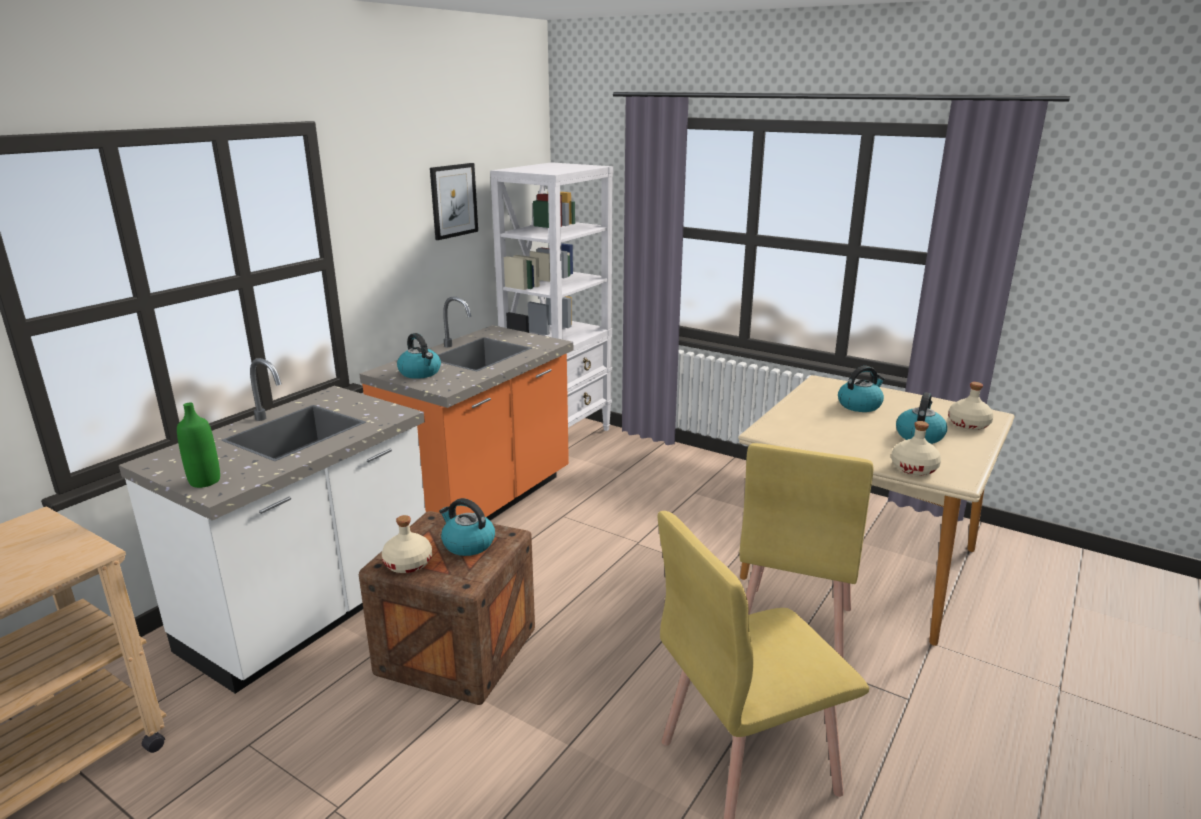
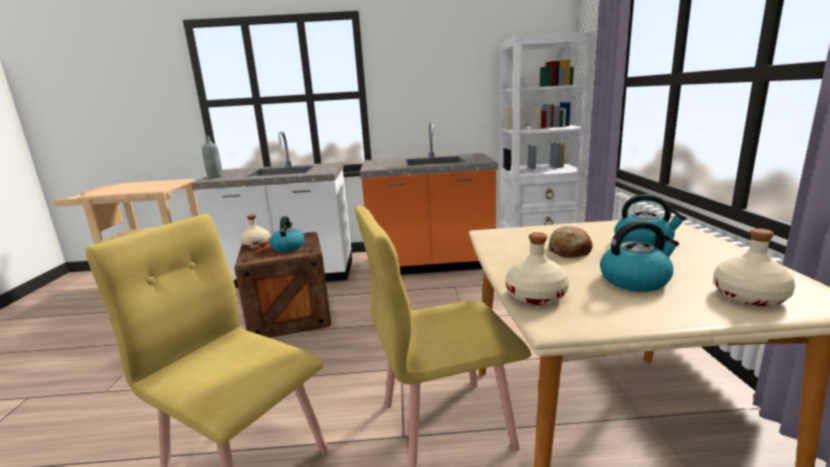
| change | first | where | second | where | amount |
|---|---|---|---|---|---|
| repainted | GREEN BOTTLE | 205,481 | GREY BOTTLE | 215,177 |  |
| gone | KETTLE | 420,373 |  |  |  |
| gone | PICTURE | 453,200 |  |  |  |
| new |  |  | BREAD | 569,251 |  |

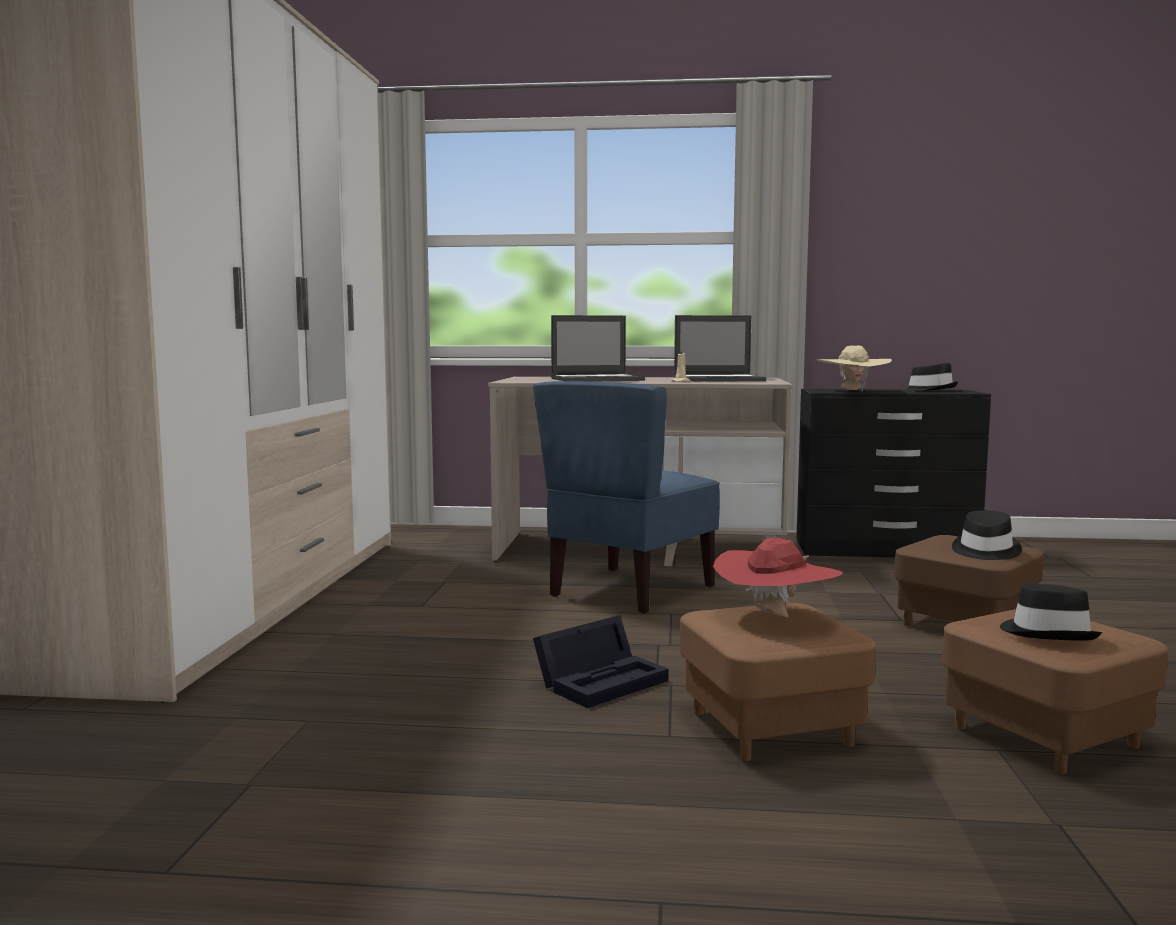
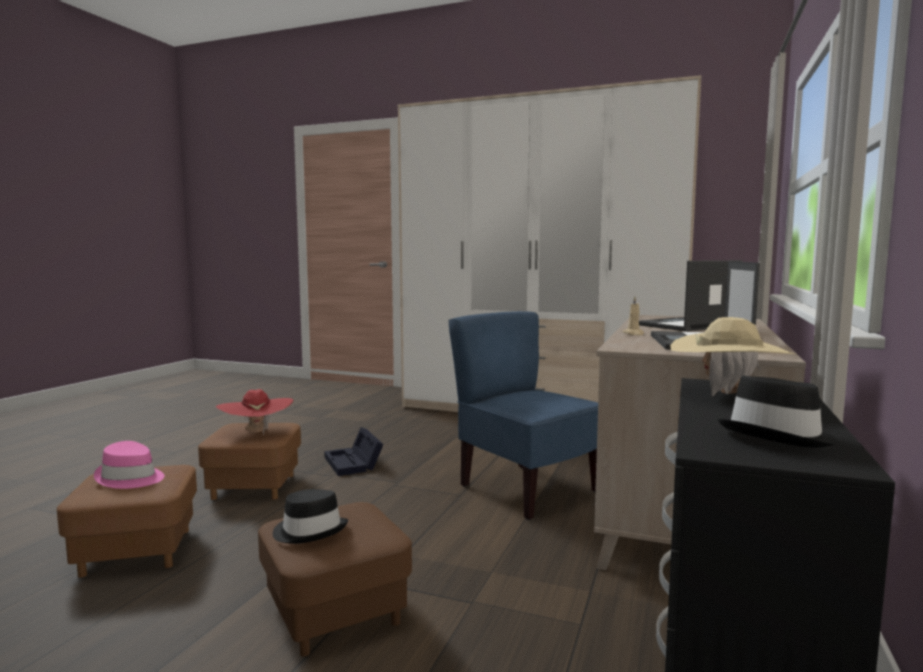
| change | first | where | second | where | amount |
|---|---|---|---|---|---|
| rotated | LAPTOP | 598,379 |  | 685,325 | 60 degrees clockwise |
| repainted | BLACK HAT | 1048,633 | PINK HAT | 130,478 |  |

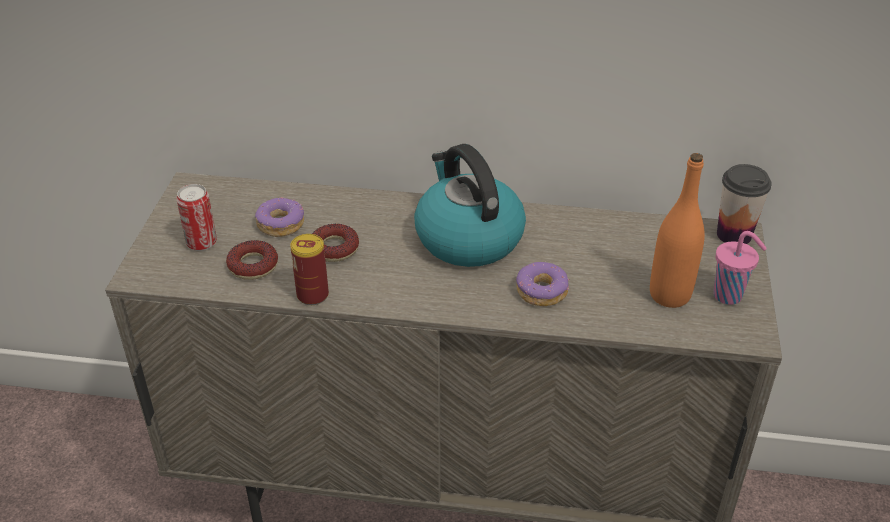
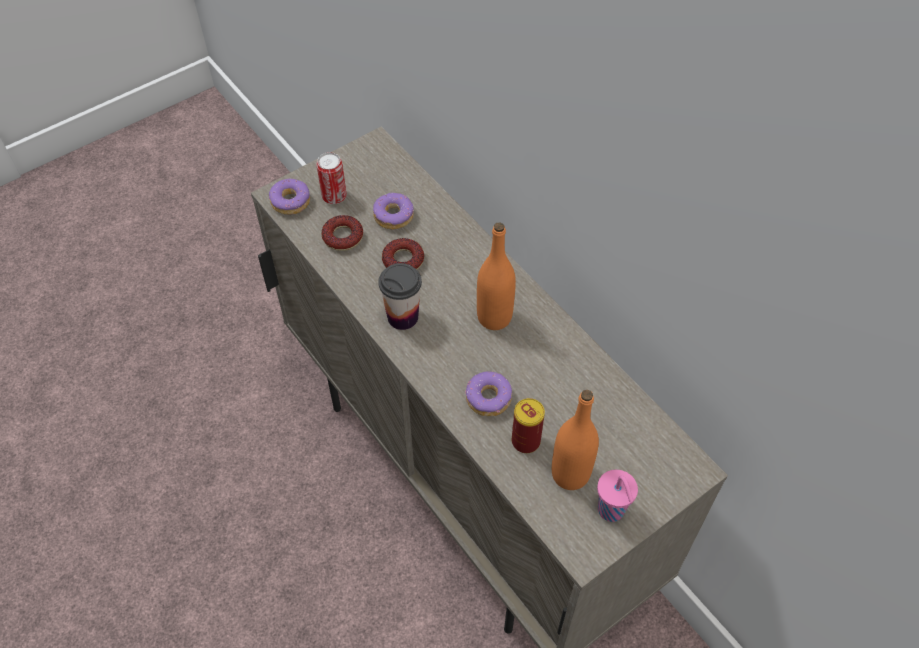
| change | first | where | second | where | amount |
|---|---|---|---|---|---|
| shifted | CAN | 312,295 |  | 525,441 |  |
| swapped | KETTLE | 467,238 | ORANGE BOTTLE | 494,317 |  |
| shifted | CUP | 734,235 |  | 402,317 |  |
| new |  |  | DONUT | 291,201 |  |

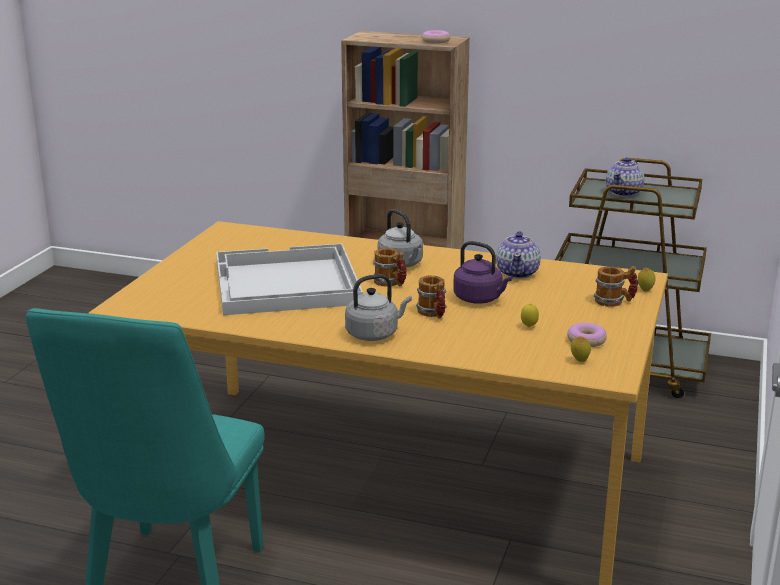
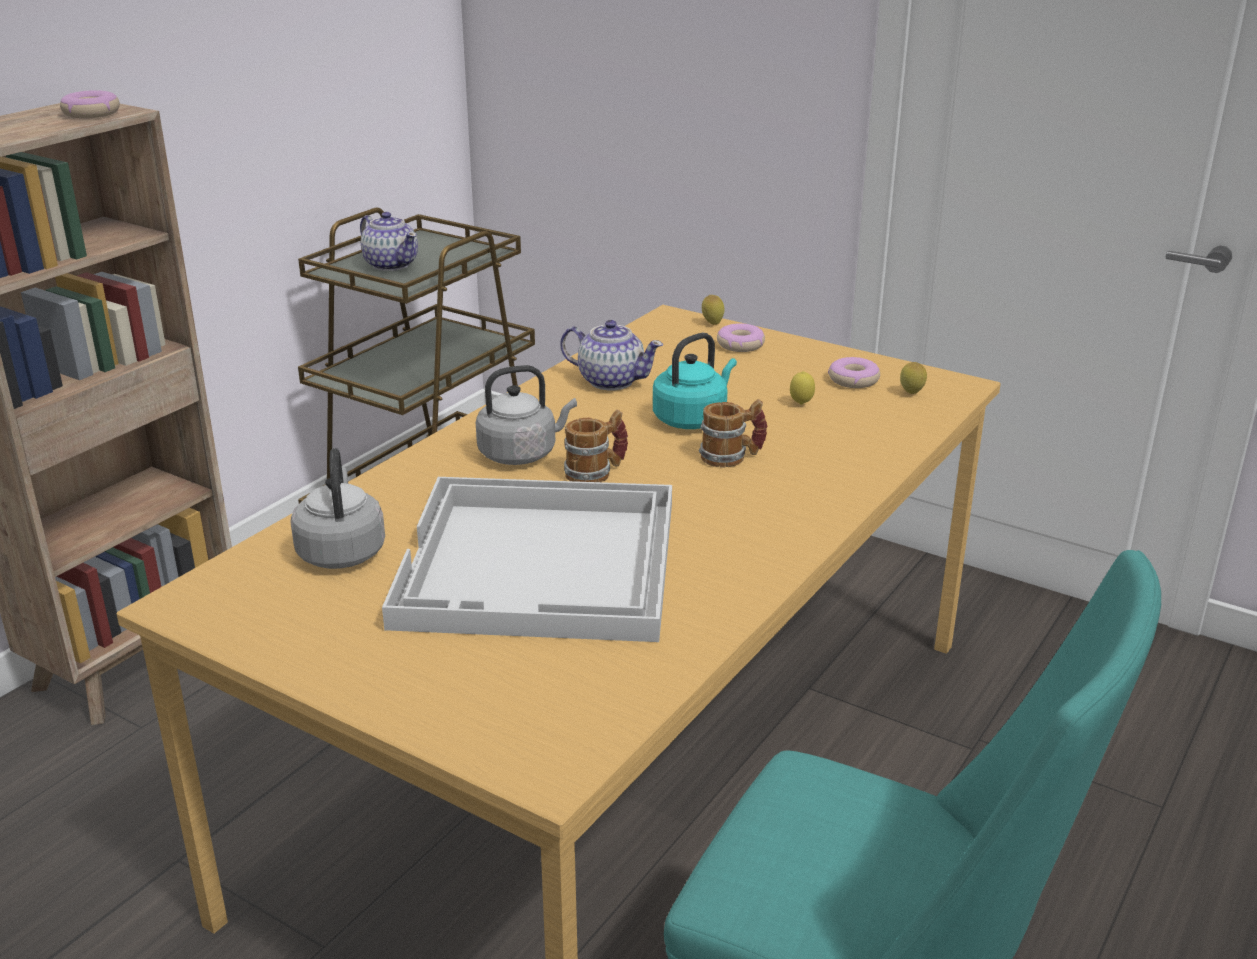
| change | first | where | second | where | amount |
|---|---|---|---|---|---|
| shifted | GREY KETTLE | 374,334 |  | 341,551 |  |
| repainted | PURPLE KETTLE | 480,299 | TURQUOISE KETTLE | 692,419 |  |
| swapped | MUG | 614,301 | DONUT | 740,345 |  |

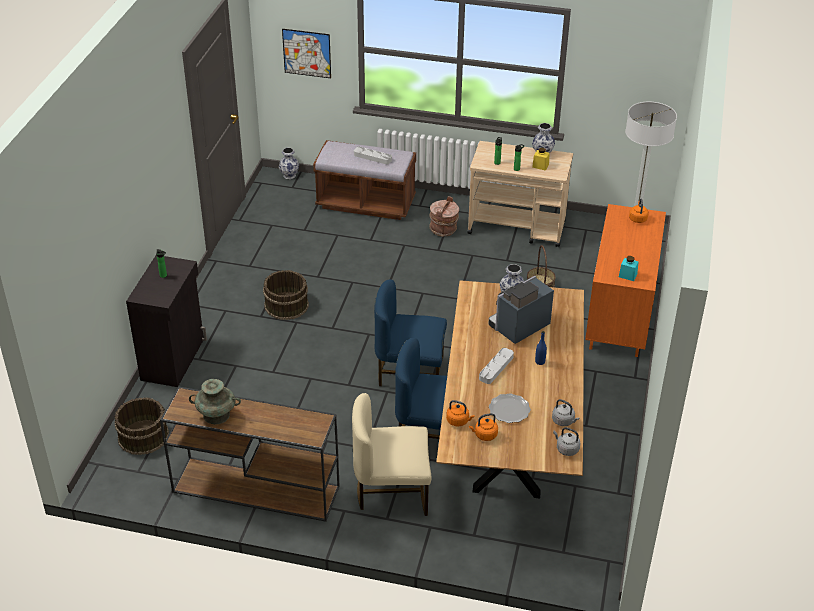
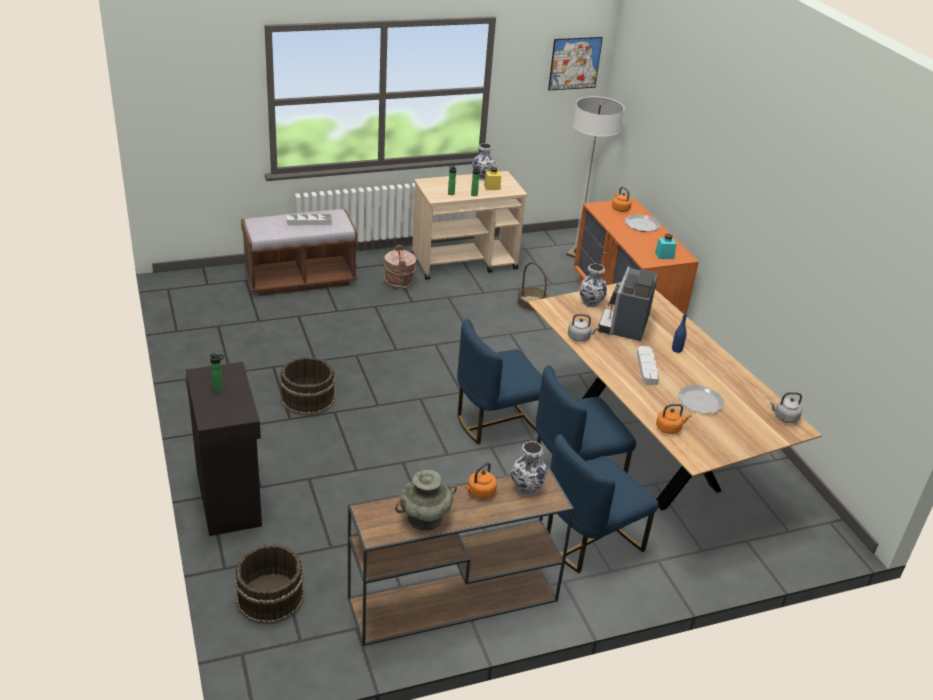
| change | first | where | second | where | amount |
|---|---|---|---|---|---|
| shifted | VASE | 290,175 |  | 527,487 |  |
| shifted | PICTURE | 307,53 |  | 574,63 |  |
| repainted | BEIGE CHAIR | 392,491 | BLUE CHAIR | 590,541 |  |
| shifted | ORANGE KETTLE | 484,435 |  | 480,493 |  |
| shifted | GREY KETTLE | 564,421 |  | 580,337 |  |
| new |  |  | PLATE | 641,225 |  |

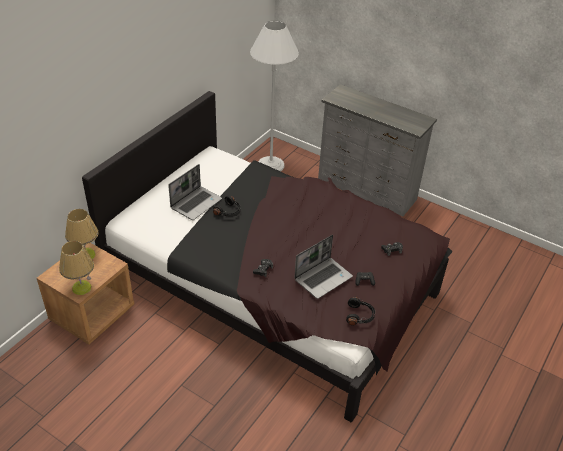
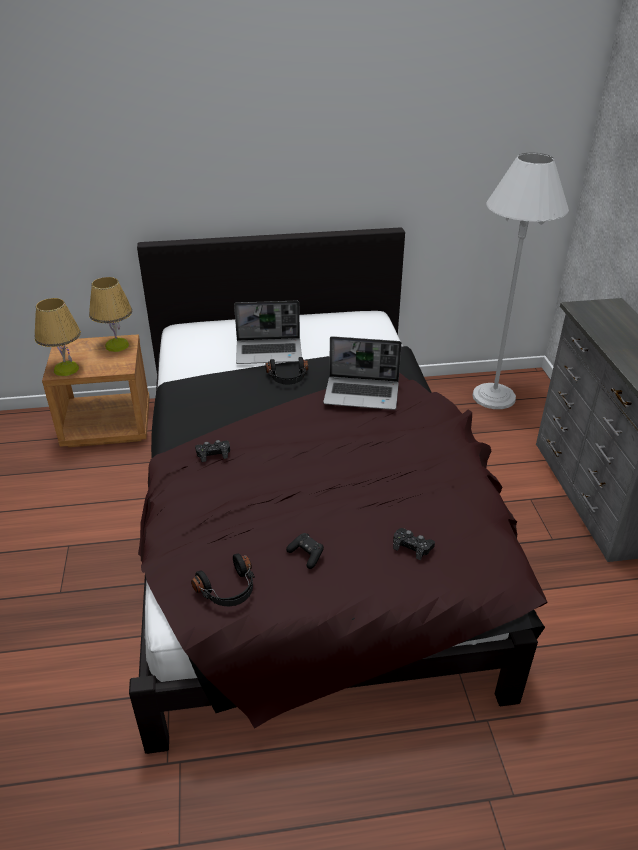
| change | first | where | second | where | amount |
|---|---|---|---|---|---|
| shifted | LAPTOP | 323,278 |  | 362,394 |  |

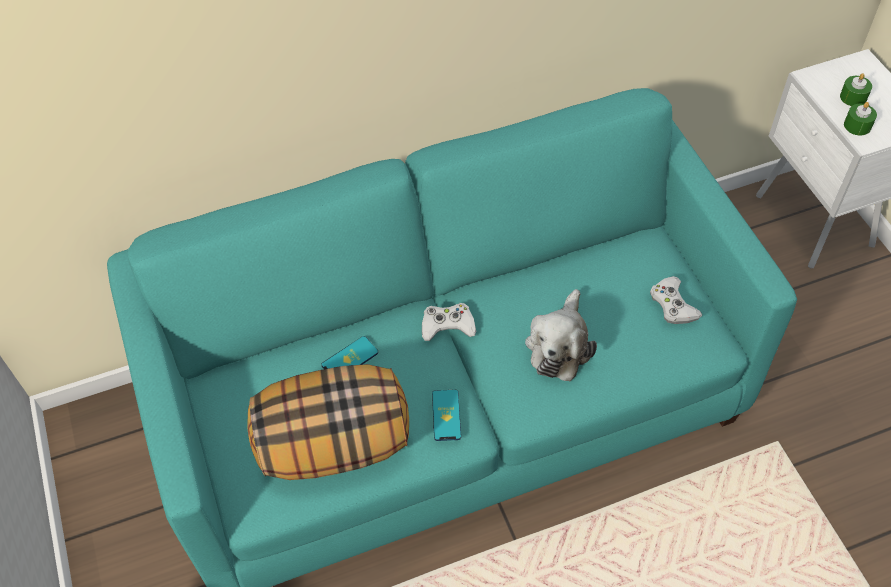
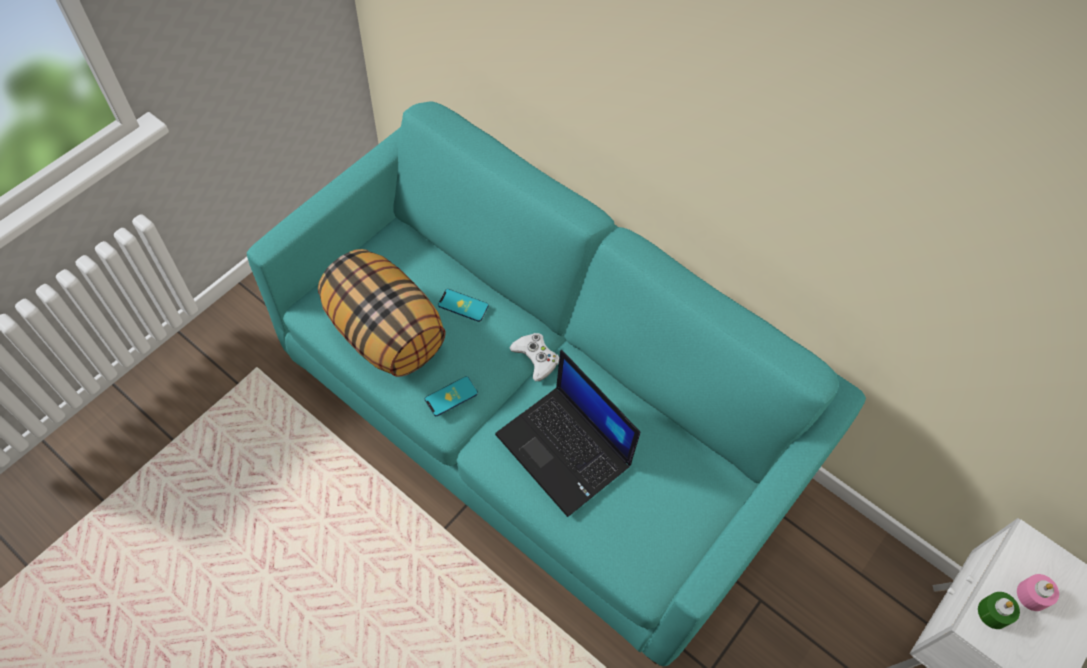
| change | first | where | second | where | amount |
|---|---|---|---|---|---|
| swapped | PLUSH TOY | 559,345 | LAPTOP | 565,450 |  |
| gone | WHITE GAME CONTROLLER | 673,305 |  |  |  |
| repainted | GREEN CANDLE | 853,97 | PINK CANDLE | 1032,595 |  |

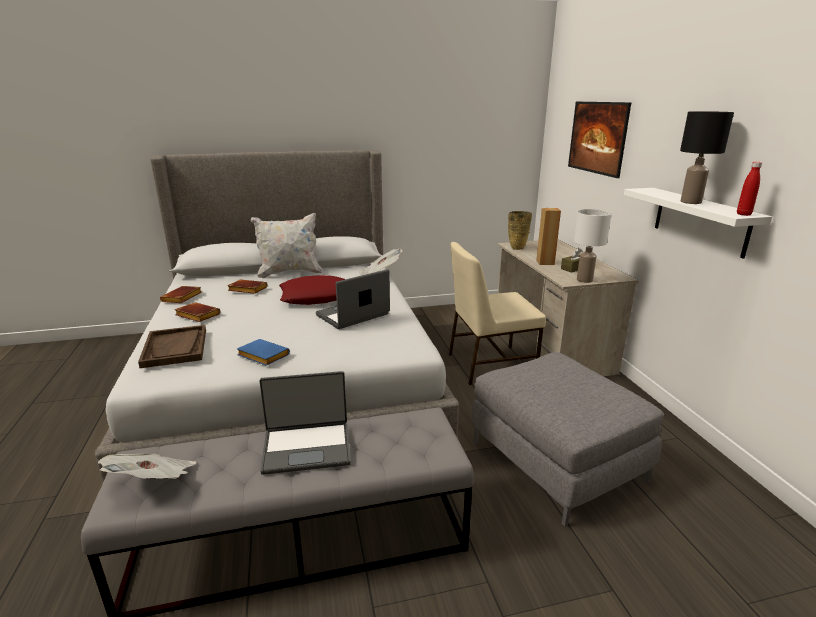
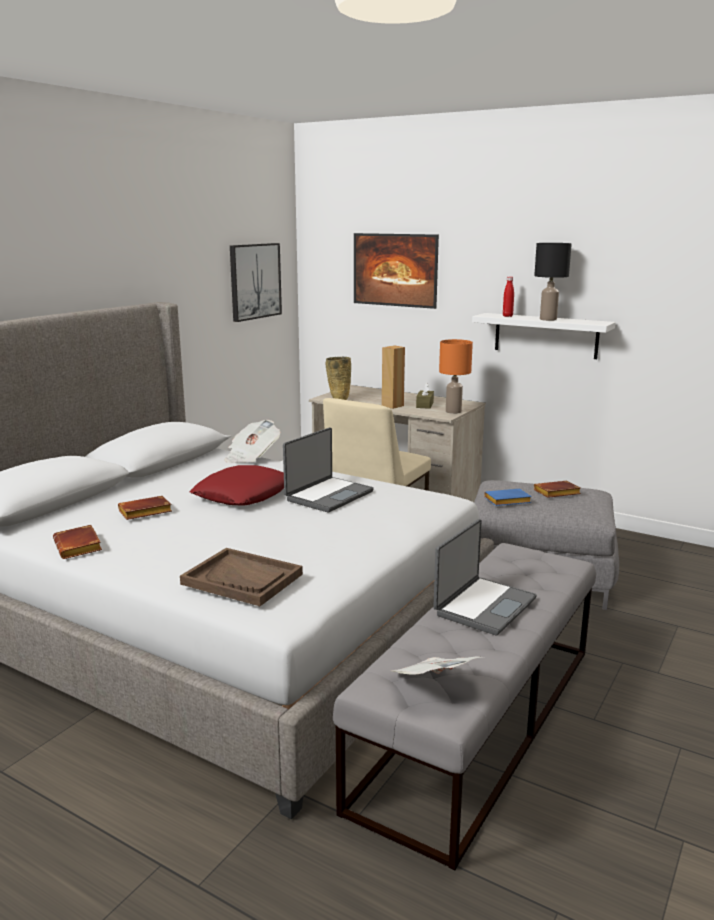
| change | first | where | second | where | amount |
|---|---|---|---|---|---|
| shifted | BROWN BOOK | 196,316 |  | 556,493 |  |
| shifted | BLUE BOOK | 261,356 |  | 506,502 |  |
| gone | WHITE PILLOW | 289,273 |  |  |  |
| rotated | LAPTOP | 353,315 |  | 328,495 | 150 degrees counterclockwise |
| repainted | WHITE TABLE LAMP | 584,280 | ORANGE TABLE LAMP | 453,412 |  |
| shifted | RED BOTTLE | 743,214 |  | 507,316 |  |
| new |  |  | PICTURE | 254,281 |  |

